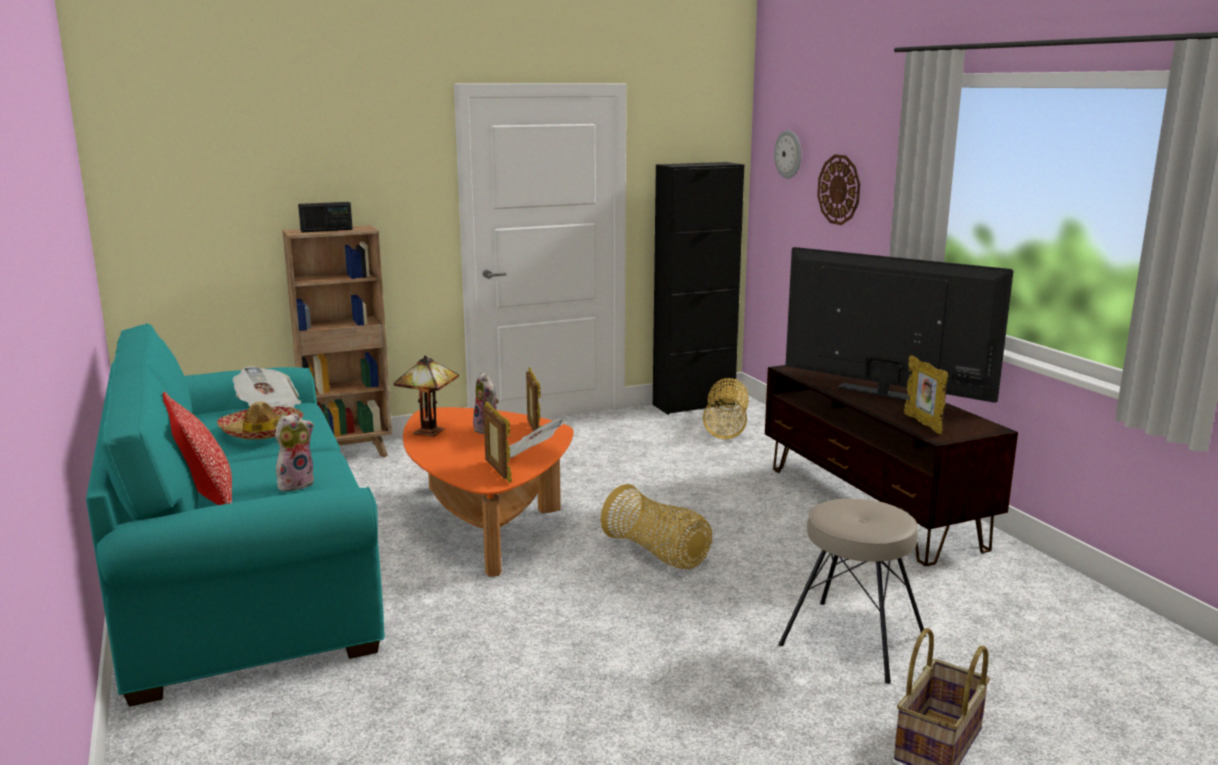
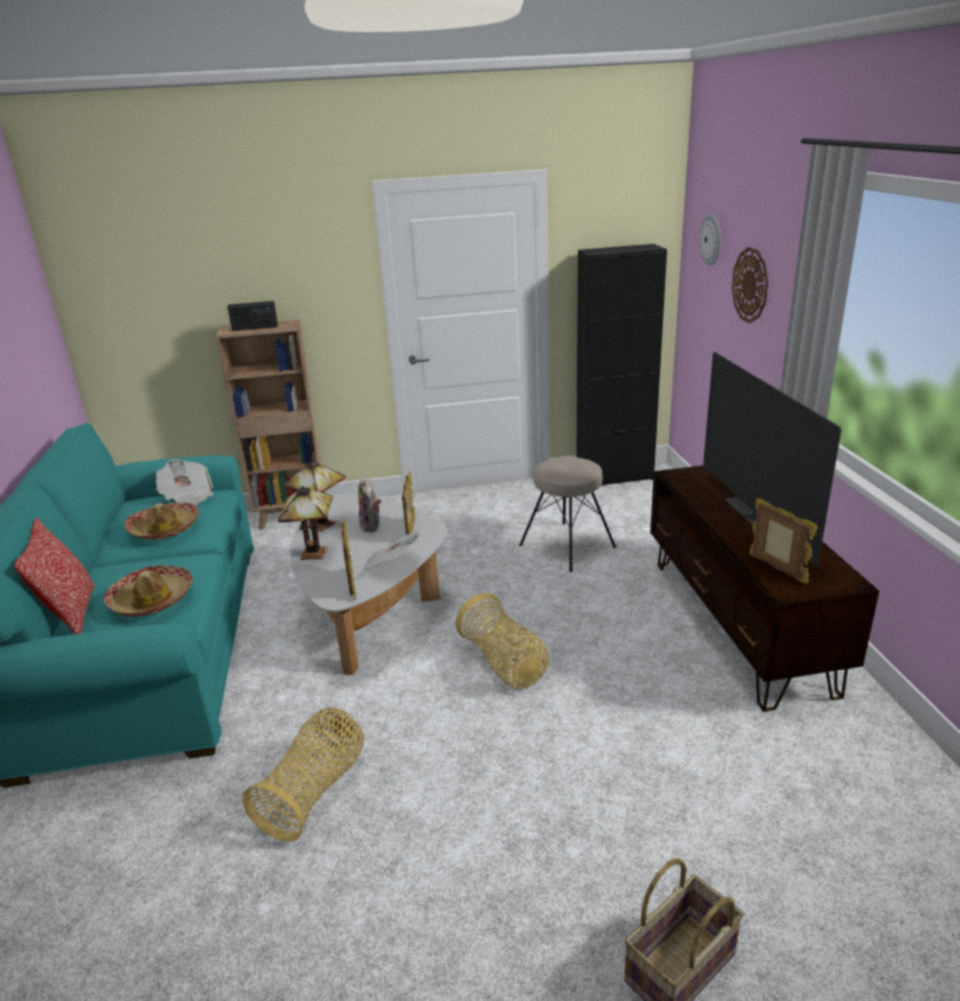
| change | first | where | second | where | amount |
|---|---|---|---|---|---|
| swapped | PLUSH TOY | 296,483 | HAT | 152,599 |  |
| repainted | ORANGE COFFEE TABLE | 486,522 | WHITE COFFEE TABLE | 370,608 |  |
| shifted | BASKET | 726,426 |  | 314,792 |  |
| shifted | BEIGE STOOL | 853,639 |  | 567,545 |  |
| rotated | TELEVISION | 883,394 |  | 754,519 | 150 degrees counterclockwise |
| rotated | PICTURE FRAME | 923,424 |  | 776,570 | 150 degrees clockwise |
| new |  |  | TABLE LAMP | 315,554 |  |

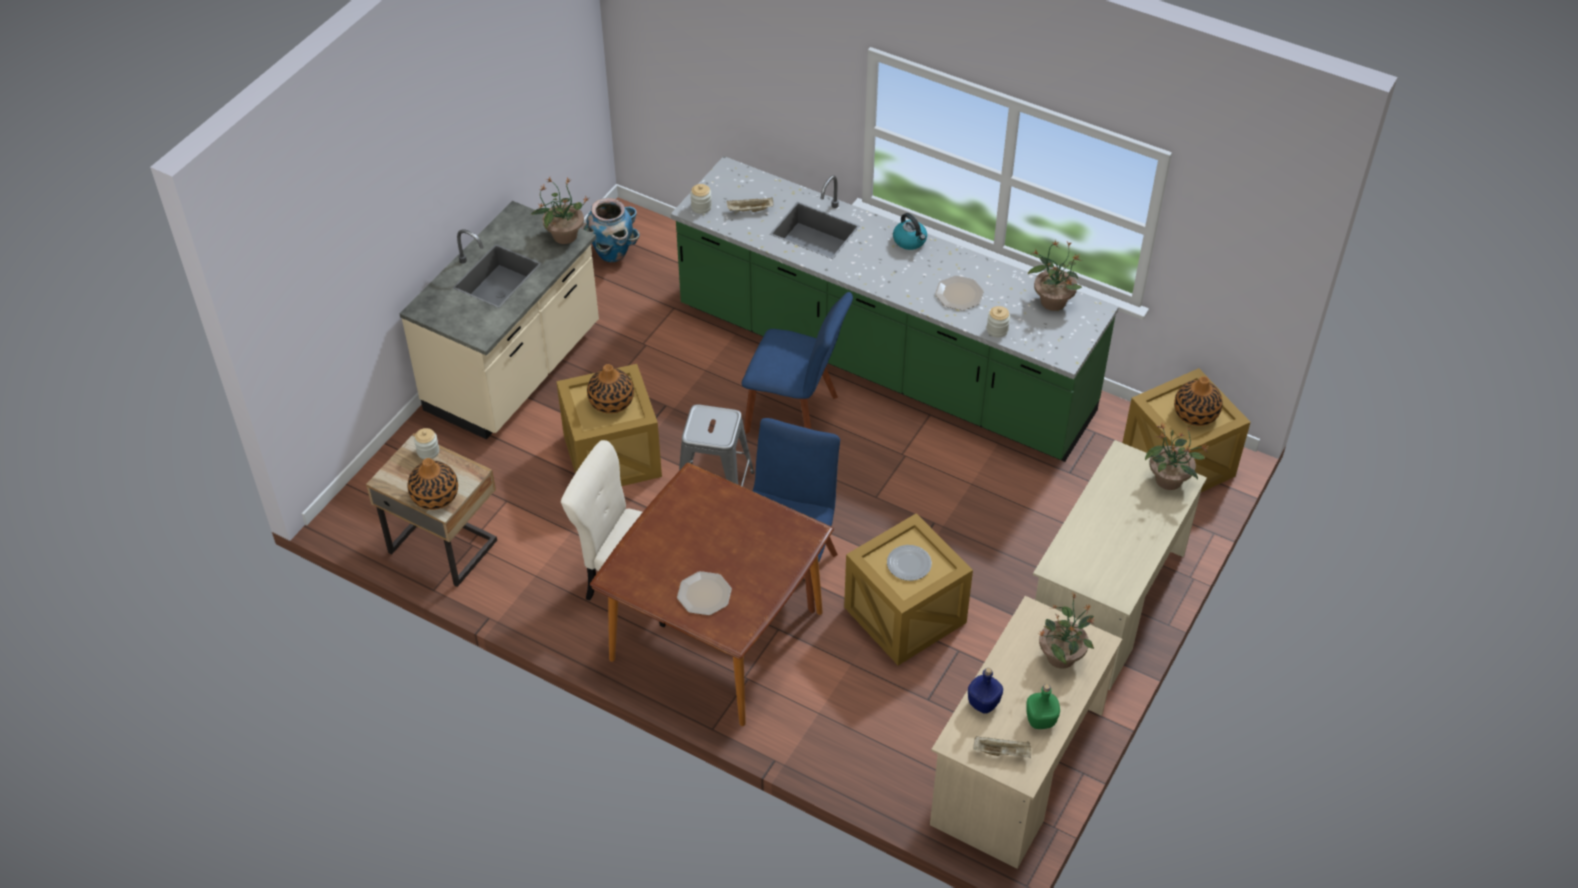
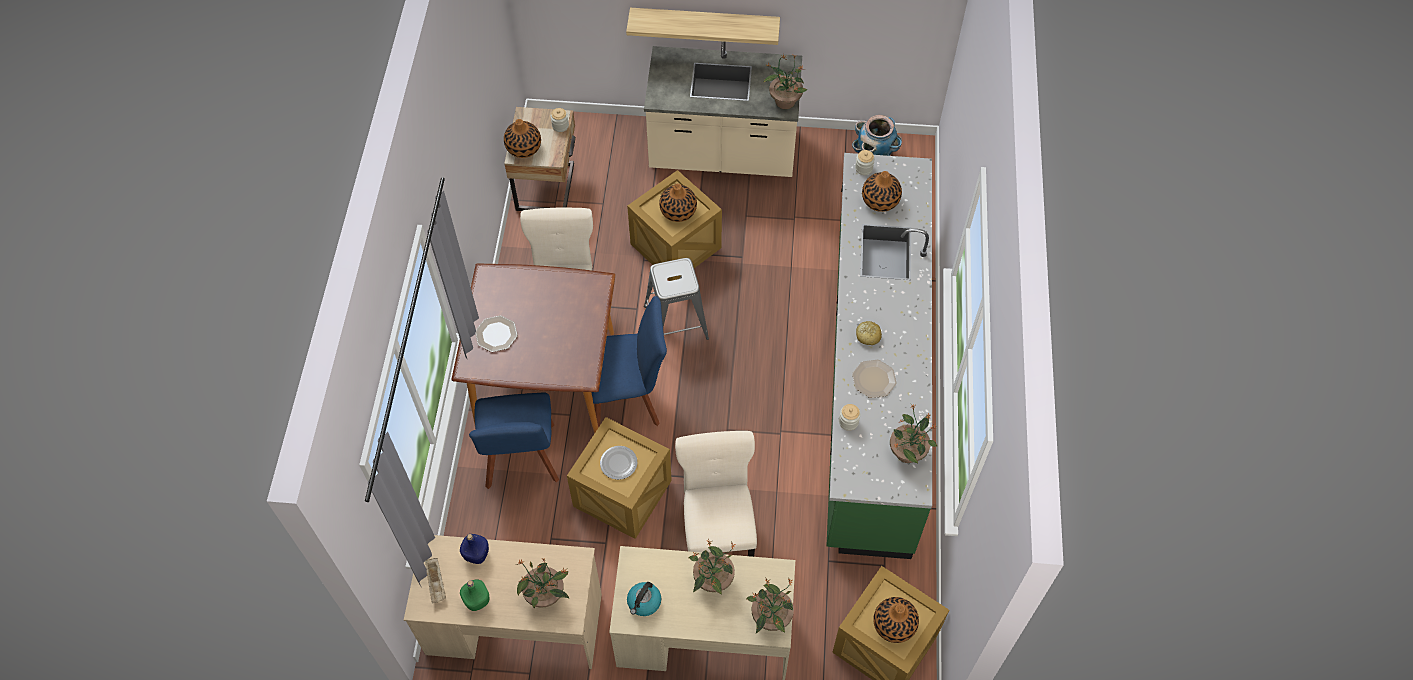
| change | first | where | second | where | amount |
|---|---|---|---|---|---|
| swapped | BEIGE TRAY | 749,210 | VASE | 880,200 |  |
| shifted | BLUE CHAIR | 796,416 |  | 521,460 |  |
| shifted | KETTLE | 910,241 |  | 644,602 |  |
| new |  |  | SHELF | 704,23 |  |
| new |  |  | BEIGE CHAIR | 718,530 |  |
| new |  |  | POTTED PLANT | 712,580 |  |
| new |  |  | BREAD | 868,335 |  |

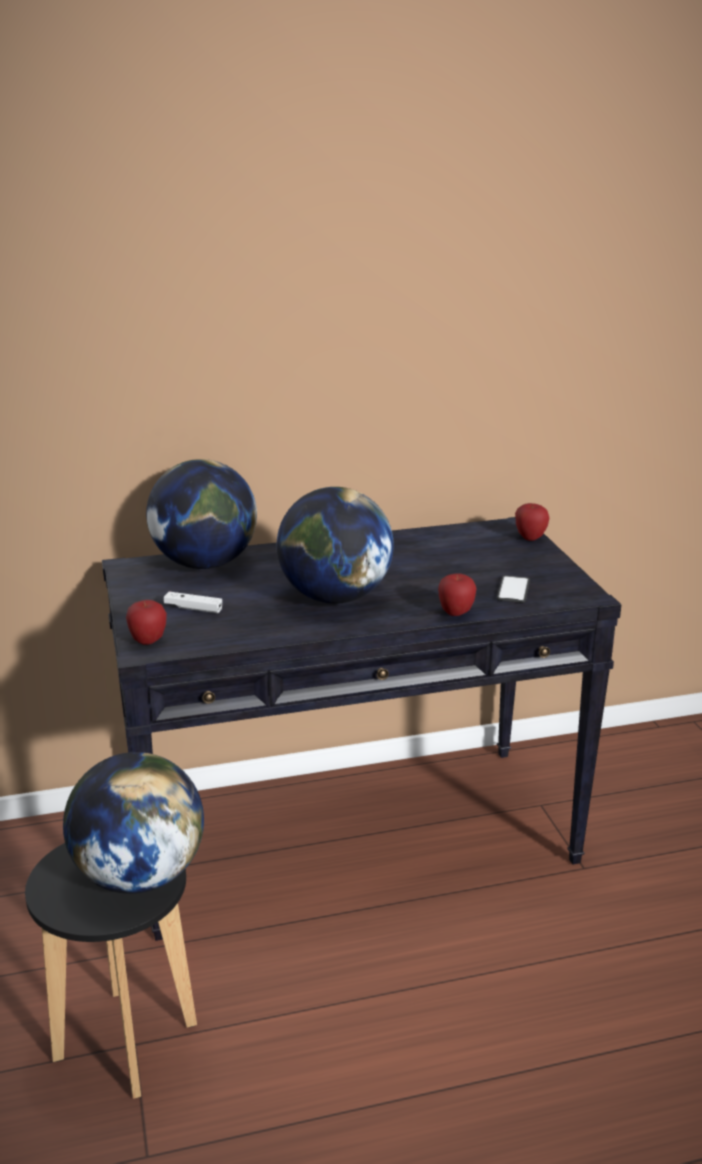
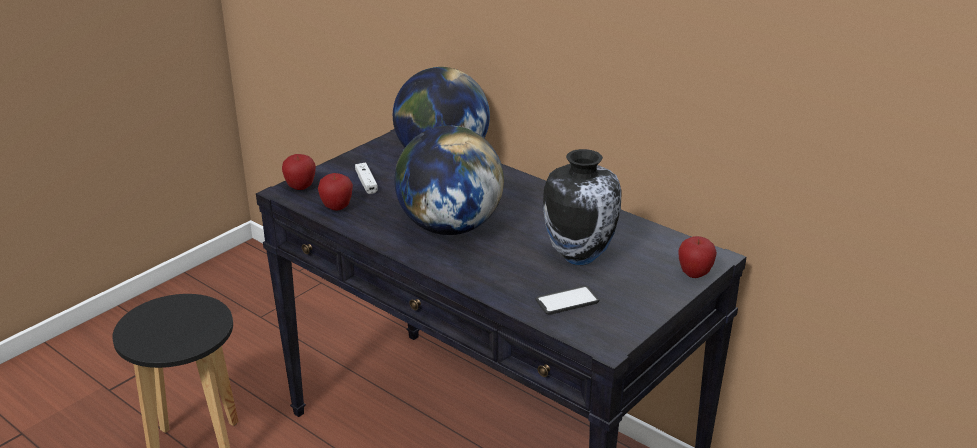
| change | first | where | second | where | amount |
|---|---|---|---|---|---|
| gone | GLOBE | 139,876 |  |  |  |
| shifted | APPLE | 456,613 |  | 337,208 |  |
| new |  |  | VASE | 580,256 |  |

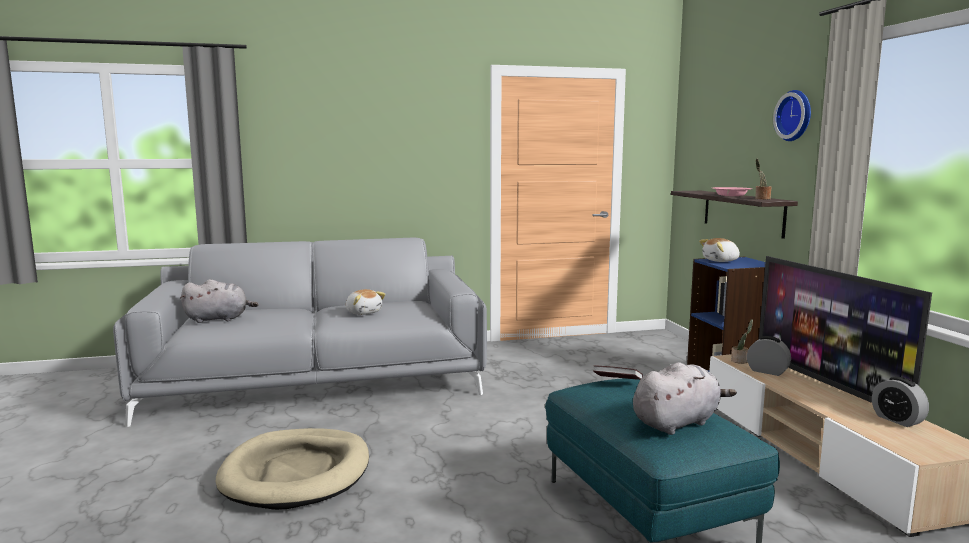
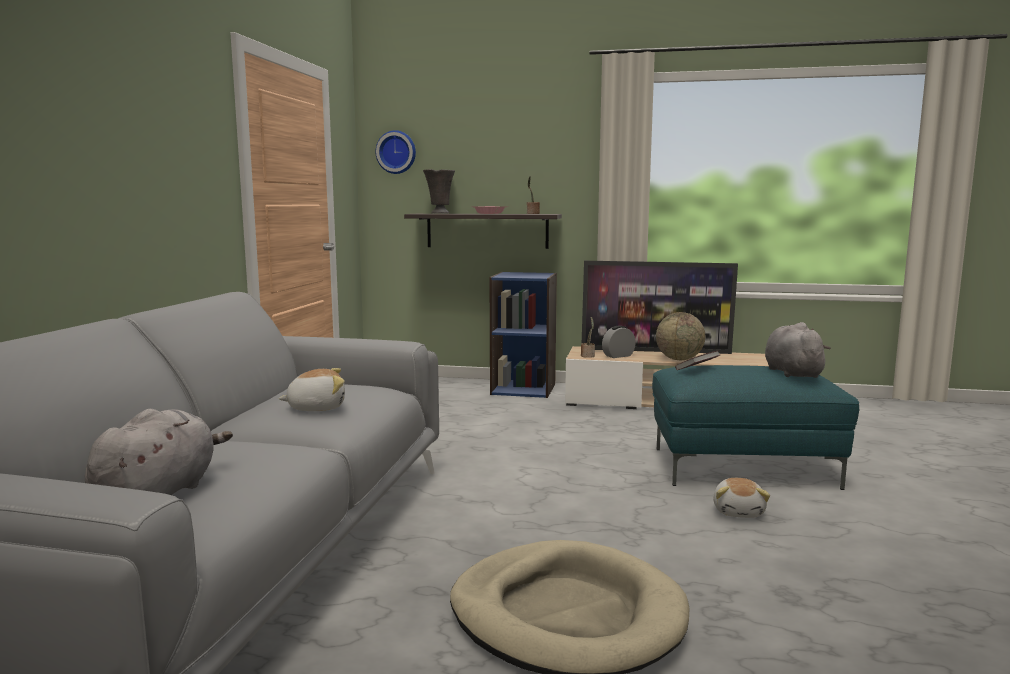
| change | first | where | second | where | amount |
|---|---|---|---|---|---|
| shifted | PLUSH TOY | 721,261 |  | 739,511 |  |
| shifted | WALL CLOCK | 796,115 |  | 396,152 |  |
| gone | ALARM CLOCK | 897,420 |  |  |  |
| new |  |  | GREY VASE | 439,213 |  |
| new |  |  | GLOBE | 679,359 |  |

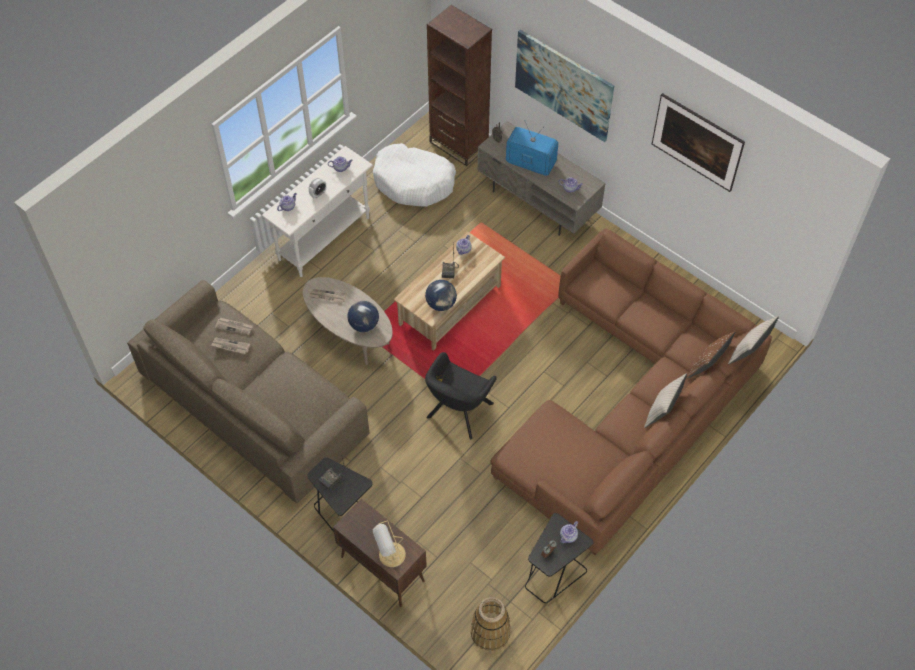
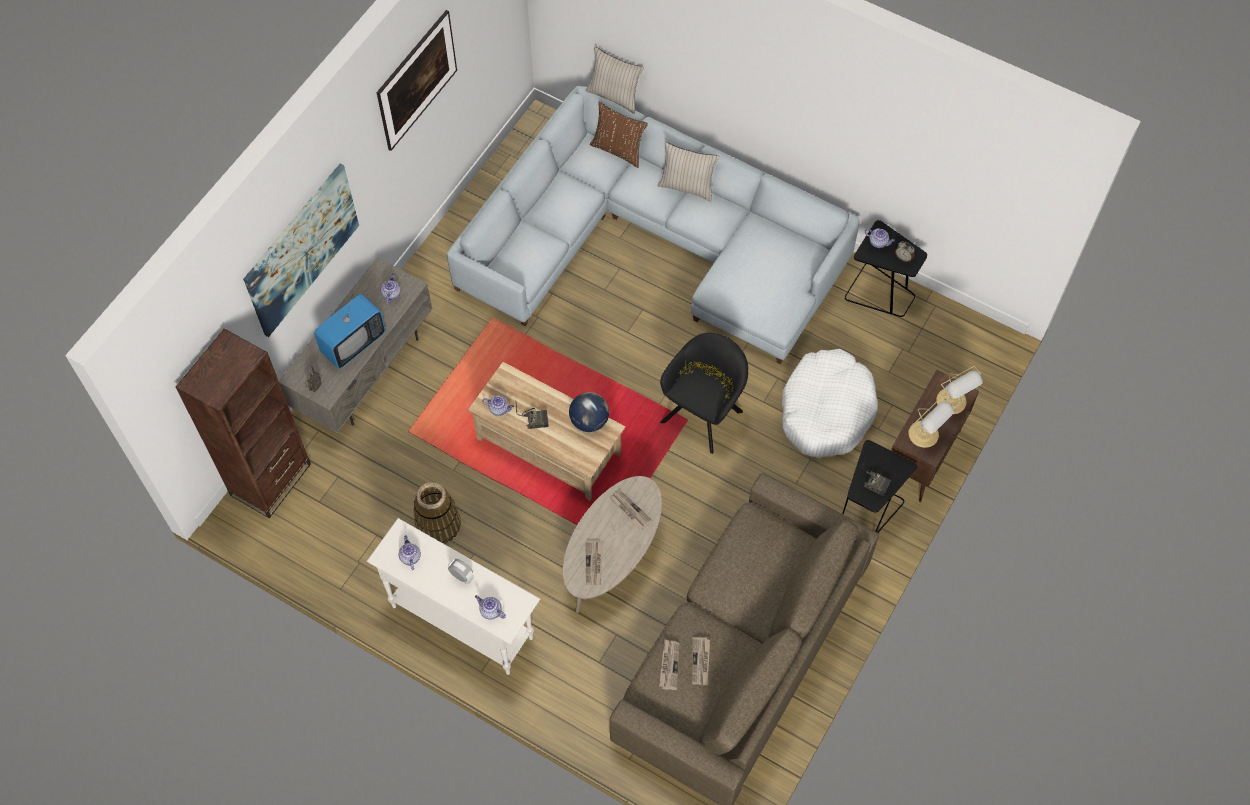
| change | first | where | second | where | amount |
|---|---|---|---|---|---|
| swapped | GLOBE | 364,324 | NEWSPAPER | 630,510 |  |
| shifted | WHITE DOG BED | 414,182 |  | 826,410 |  |
| rotated | BLACK ARMCHAIR | 458,413 |  | 704,413 | 75 degrees counterclockwise |
| shifted | BASKET | 490,631 |  | 438,524 |  |
| repainted | BROWN SOFA | 629,404 | GREY SOFA | 654,243 |  |
| rotated | TELEVISION | 530,163 |  | 353,343 | 150 degrees counterclockwise |
| new |  |  | TABLE LAMP | 925,435 |  |

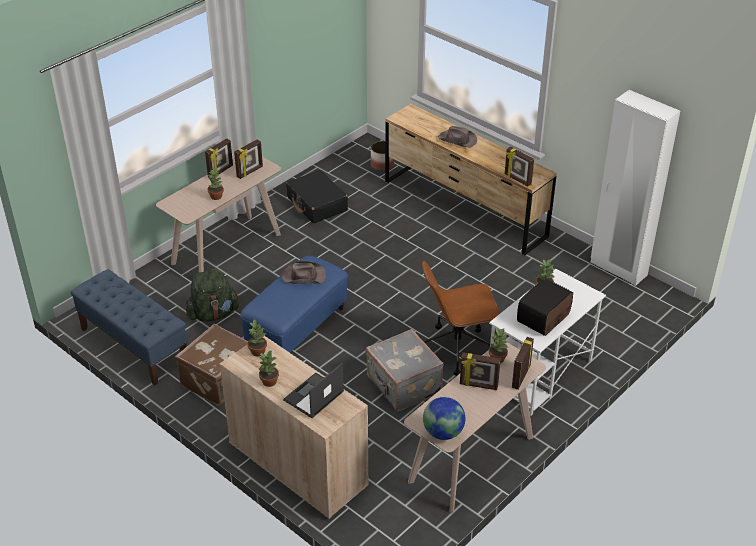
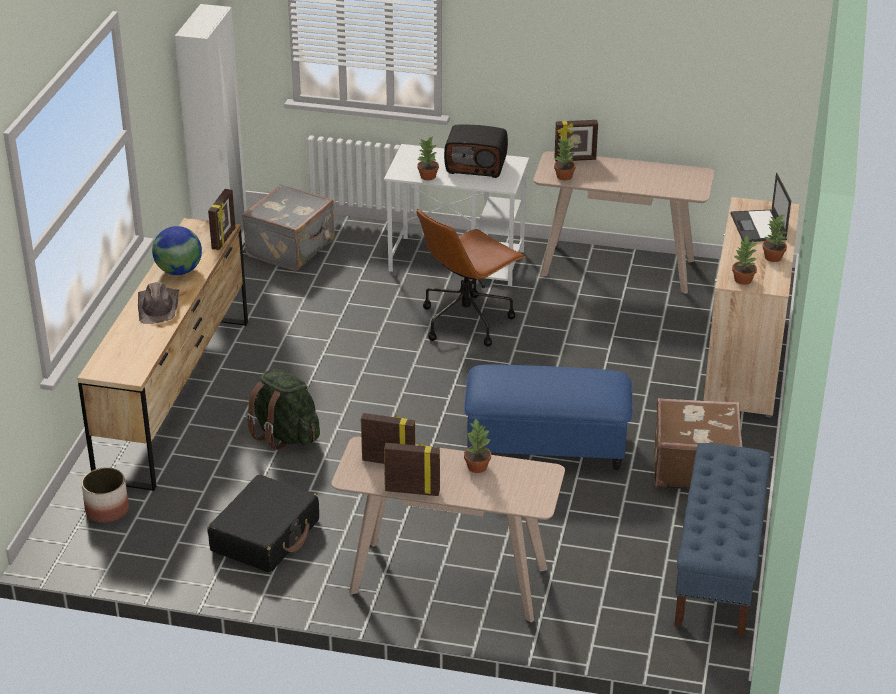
| change | first | where | second | where | amount |
|---|---|---|---|---|---|
| shifted | GREEN BACKPACK | 213,314 |  | 285,435 |  |
| gone | BROWN HAT | 303,276 |  |  |  |
| rotated | LAPTOP | 313,396 |  | 758,227 | 75 degrees clockwise |
| shifted | GREY SUITCASE | 403,386 |  | 292,249 |  |
| rotated | BROWN OFFICE CHAIR | 458,348 |  | 467,320 | 90 degrees clockwise |
| shifted | GLOBE | 443,432 |  | 179,271 |  |
| gone | PICTURE FRAME | 478,385 |  |  |  |

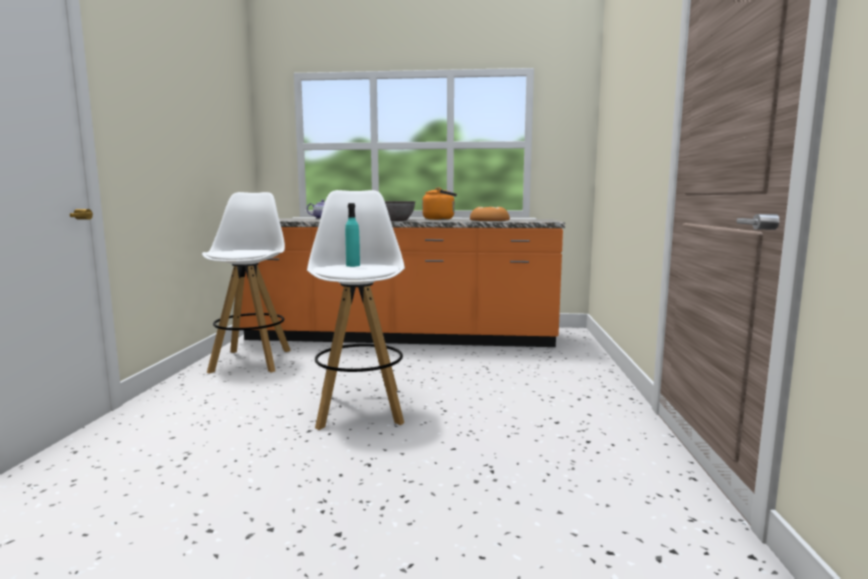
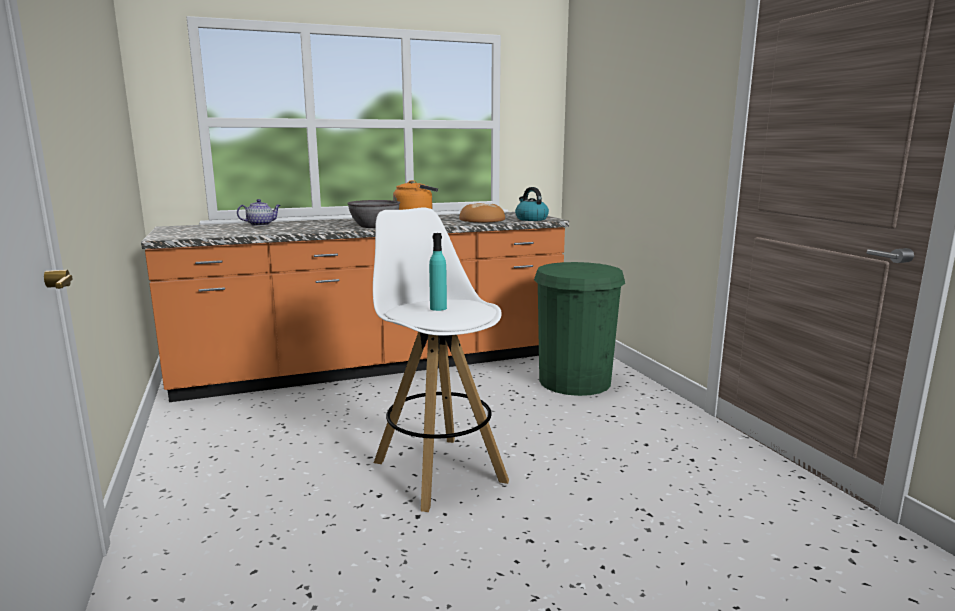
| change | first | where | second | where | amount |
|---|---|---|---|---|---|
| gone | WHITE STOOL | 252,360 |  |  |  |
| new |  |  | KETTLE | 531,219 |  |
| new |  |  | GREEN TRASH CAN | 574,381 |  |

